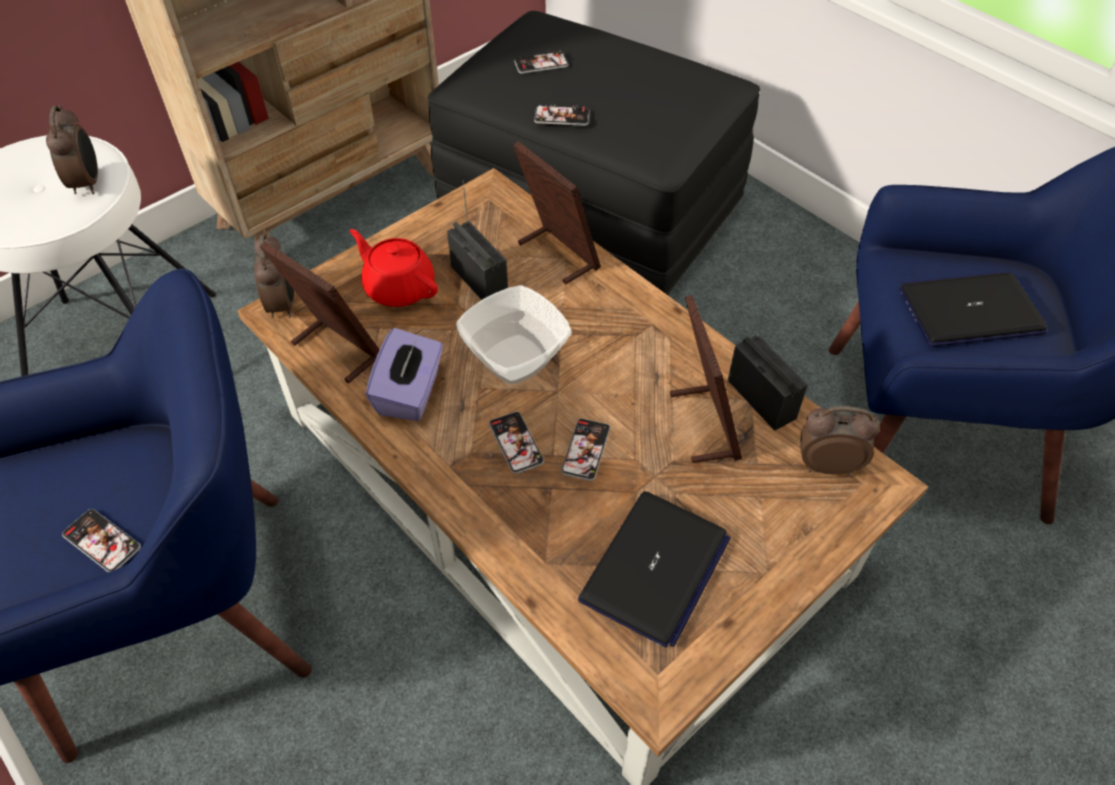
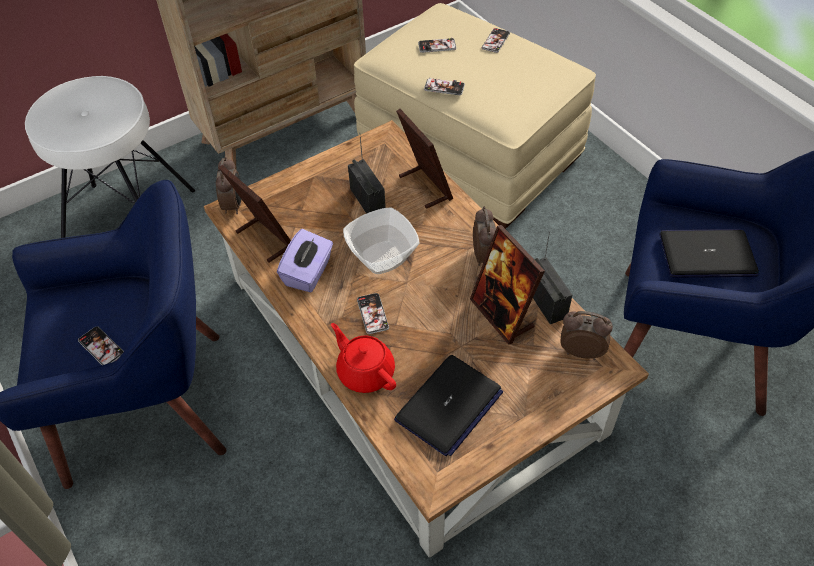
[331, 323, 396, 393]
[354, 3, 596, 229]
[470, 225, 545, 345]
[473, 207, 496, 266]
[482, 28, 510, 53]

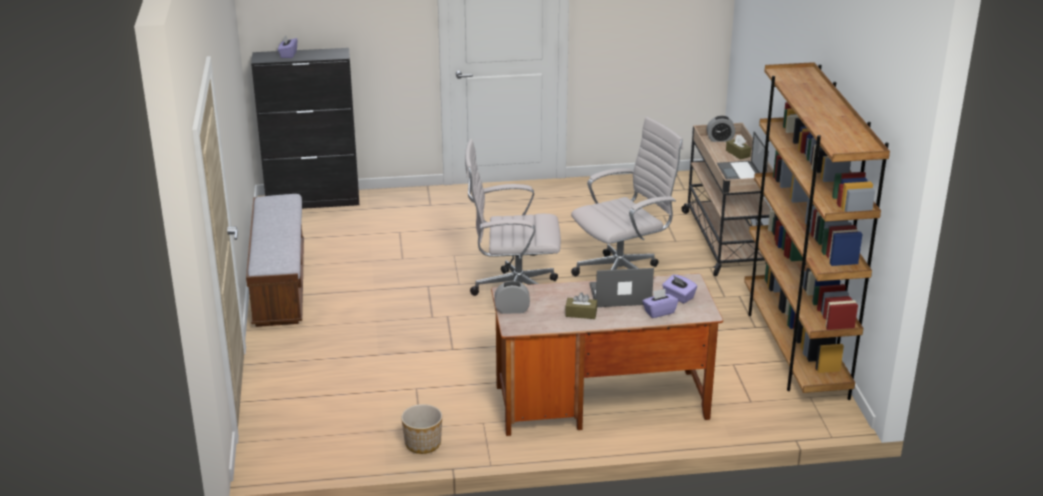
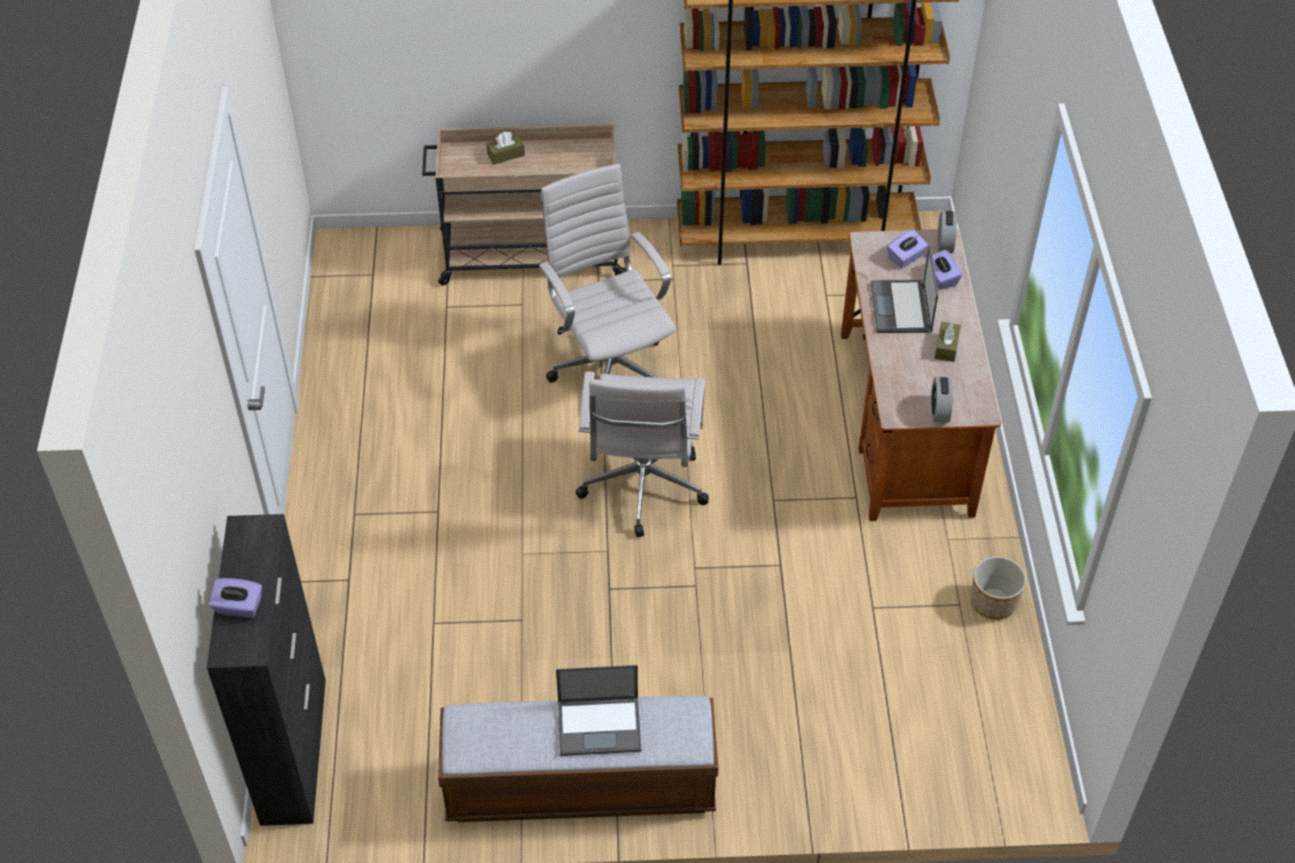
[556, 665, 641, 756]
[937, 211, 957, 253]

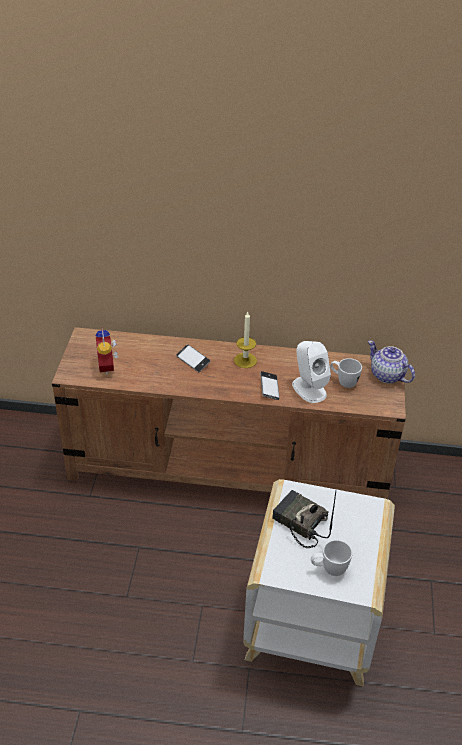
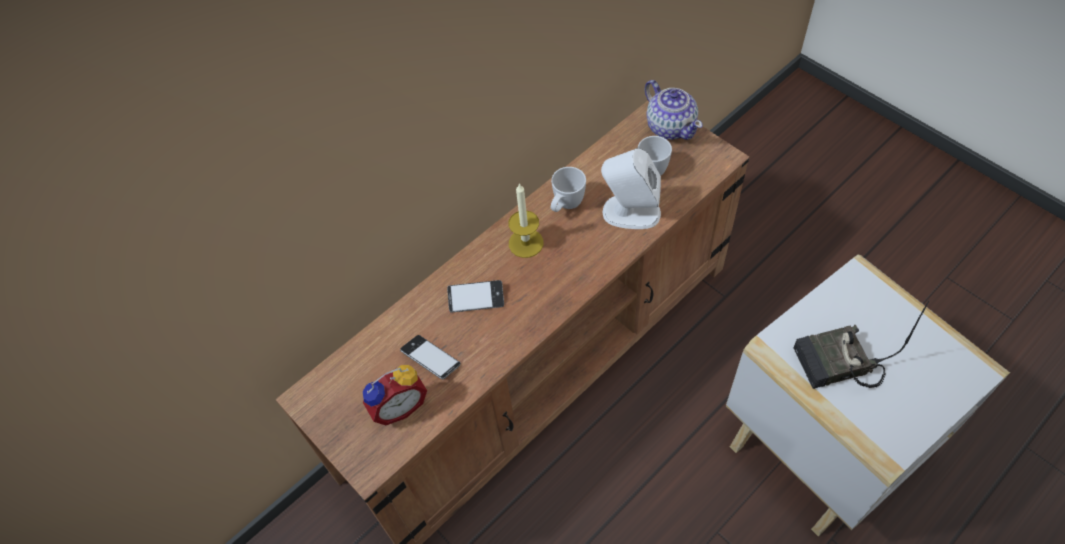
[363, 365, 427, 425]
[400, 335, 460, 379]
[551, 167, 586, 212]
[645, 80, 703, 140]

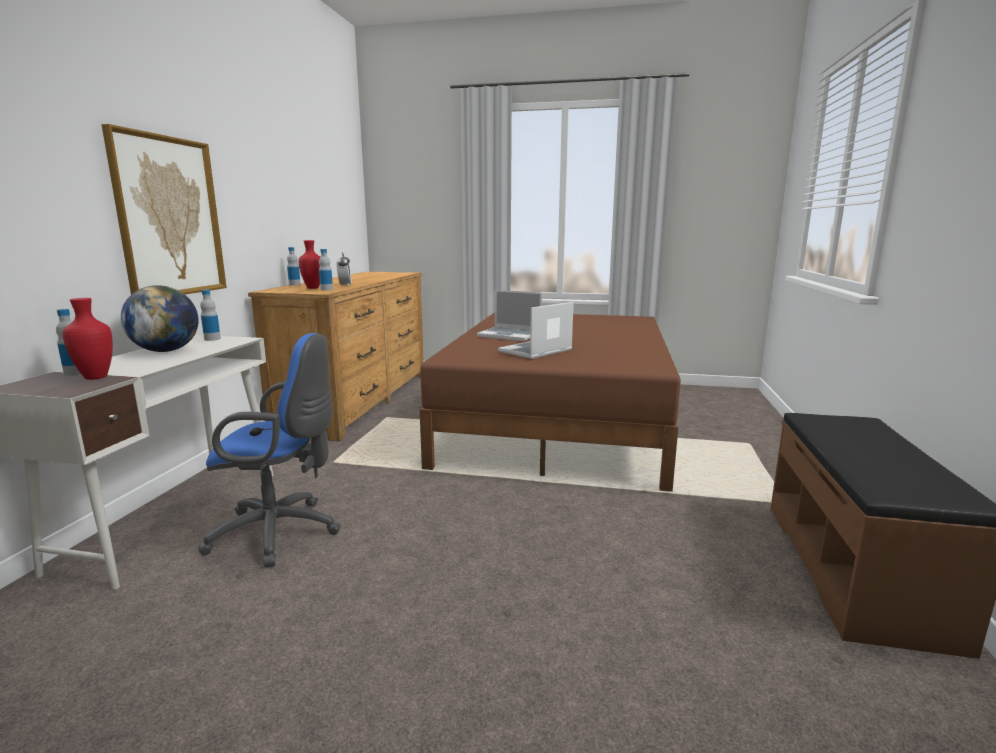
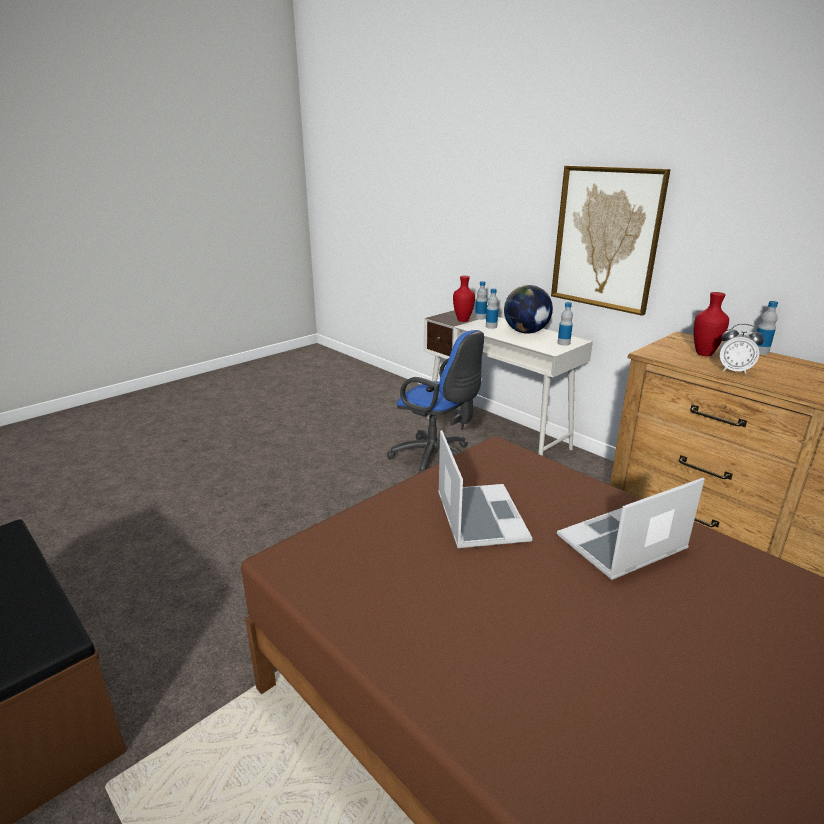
[387, 330, 484, 473]
[486, 288, 498, 329]

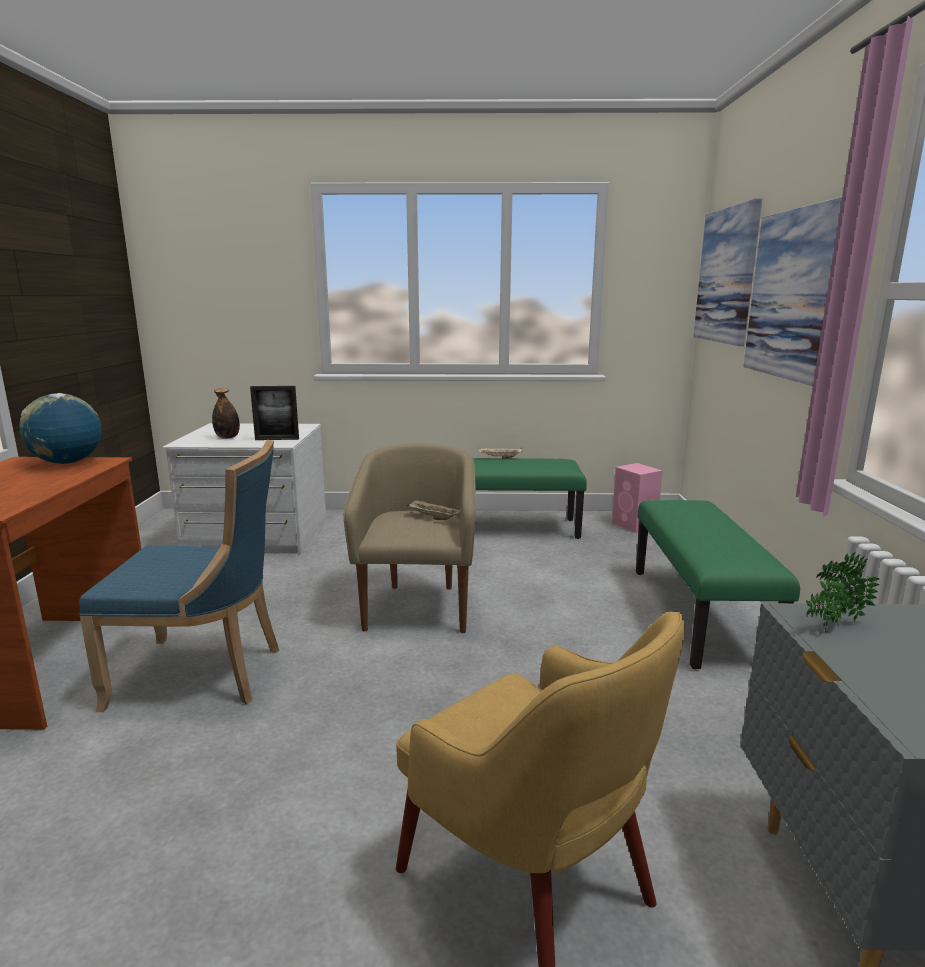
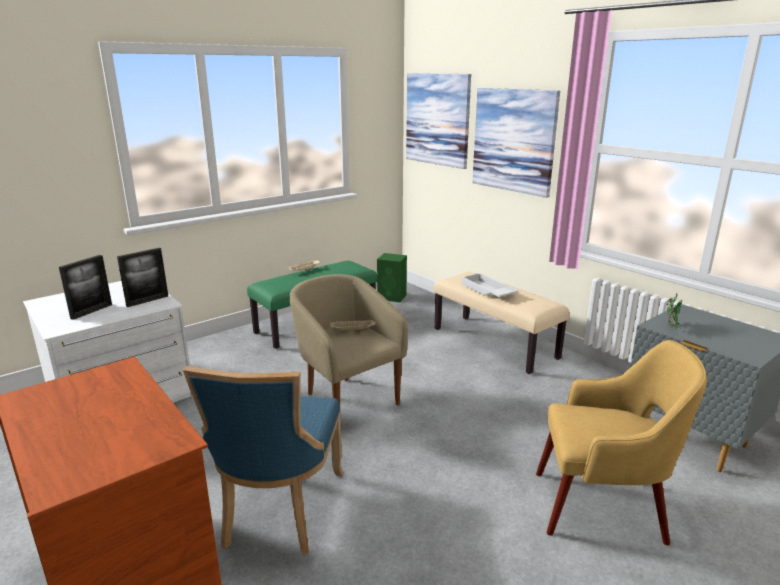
[59, 255, 112, 320]
[183, 366, 344, 556]
[377, 253, 407, 302]
[434, 272, 569, 374]
[461, 273, 519, 297]
[19, 393, 102, 464] (first image)

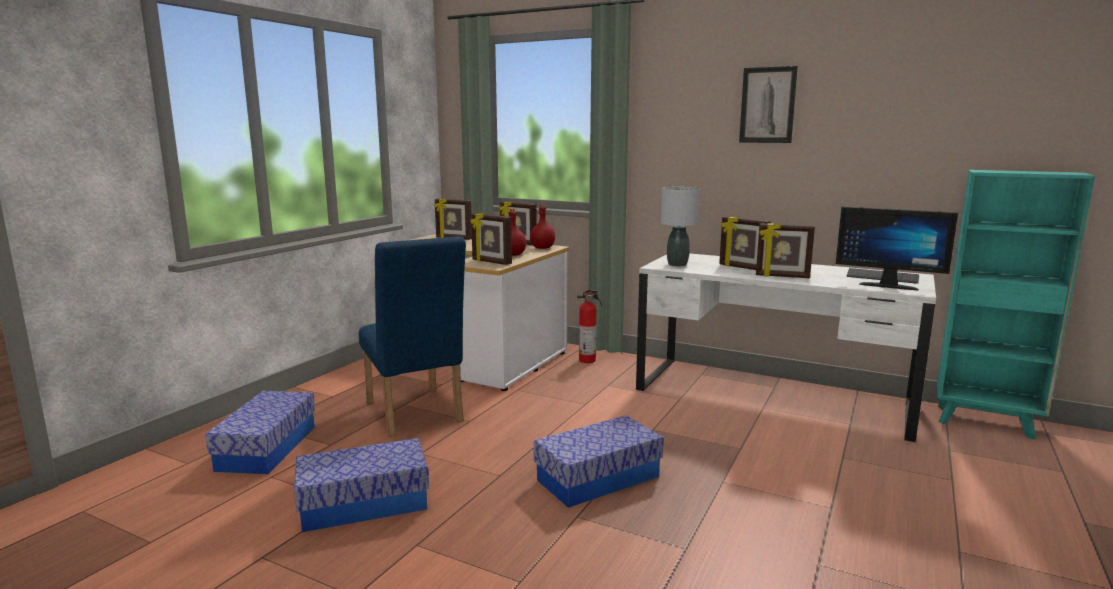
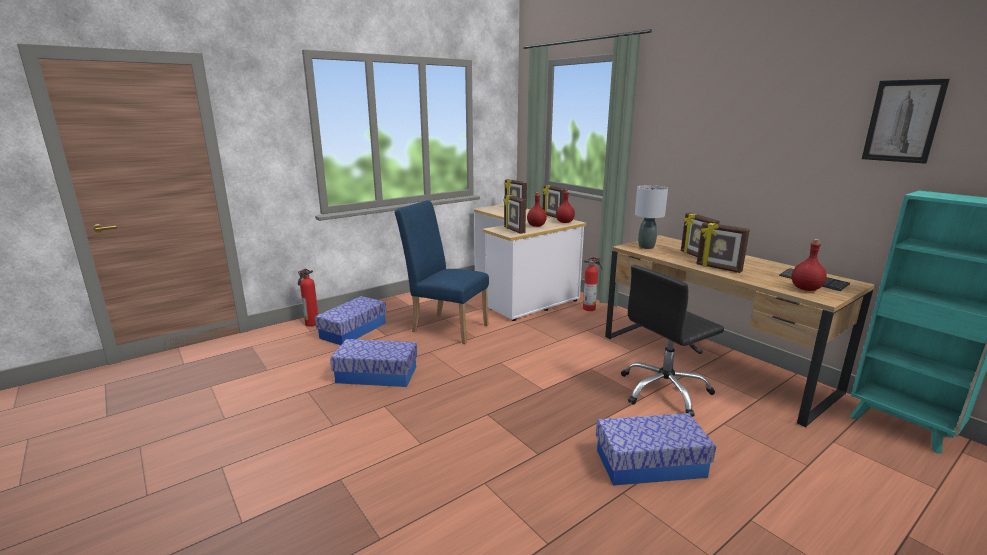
[298, 269, 318, 327]
[395, 200, 489, 344]
[596, 413, 716, 486]
[605, 235, 875, 427]
[621, 265, 724, 417]
[792, 239, 827, 291]
[862, 79, 950, 164]

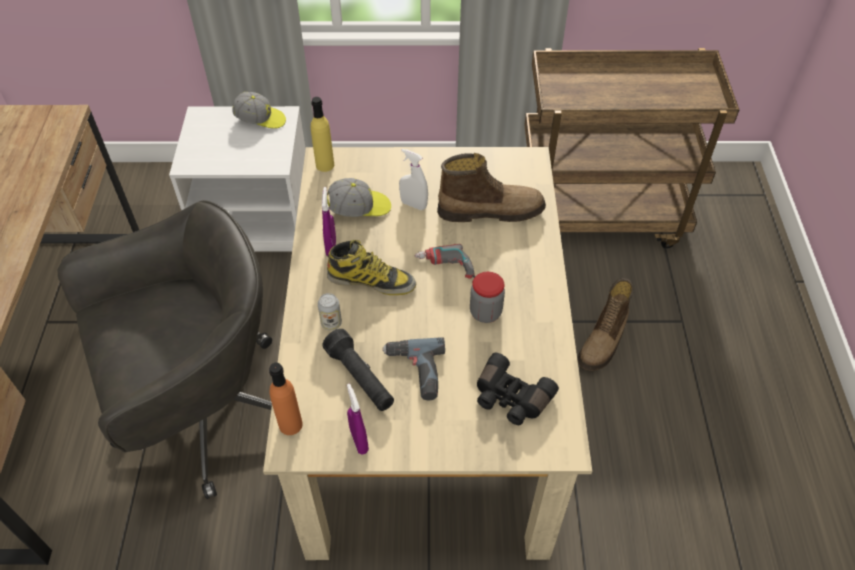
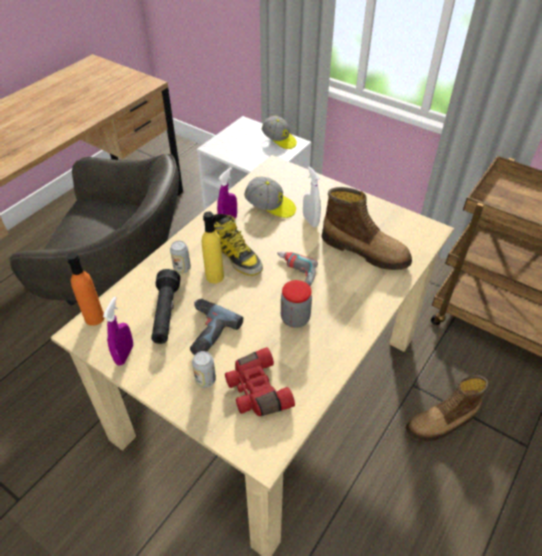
[192, 351, 216, 388]
[202, 211, 224, 283]
[225, 347, 295, 416]

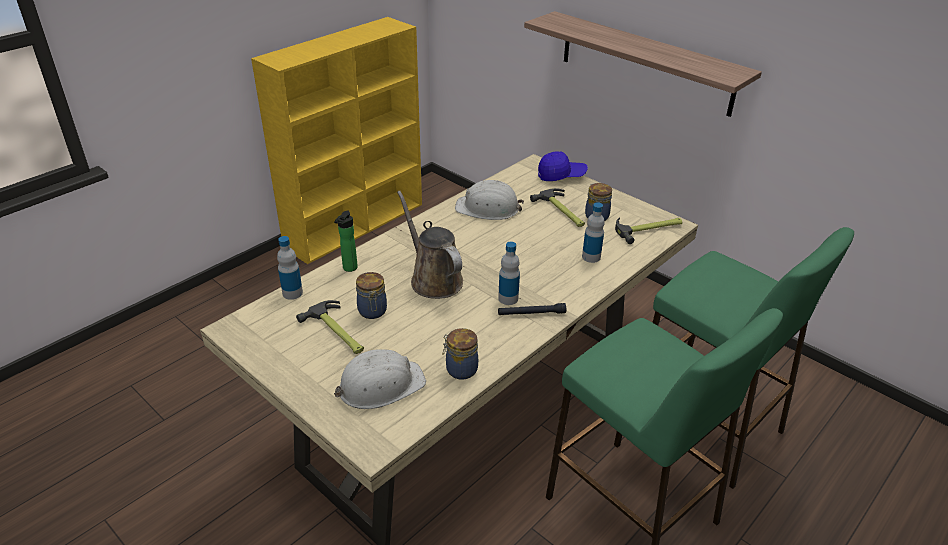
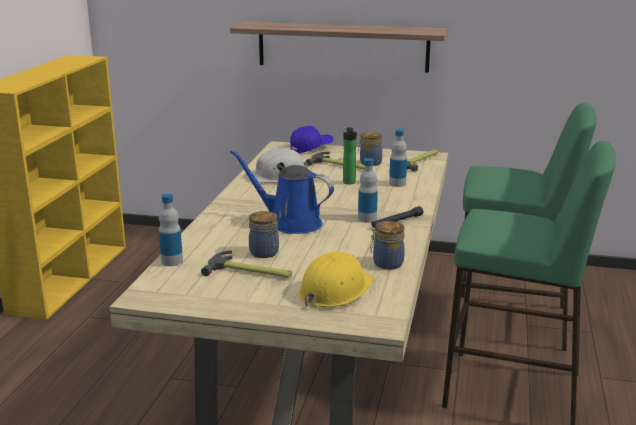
[230, 150, 334, 234]
[299, 252, 374, 307]
[343, 127, 357, 184]

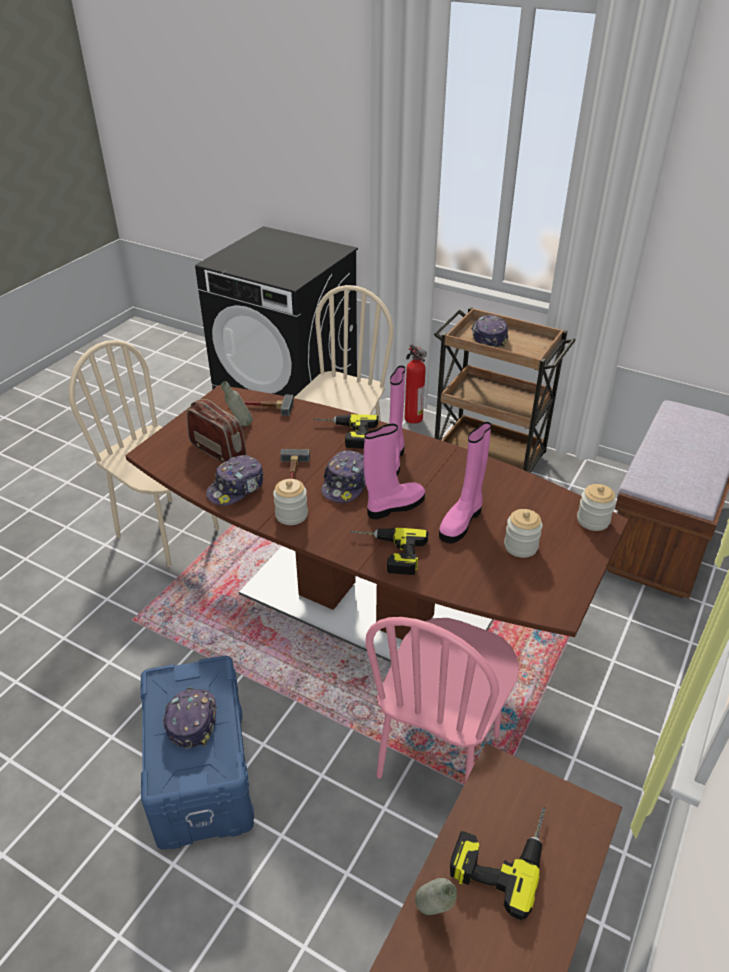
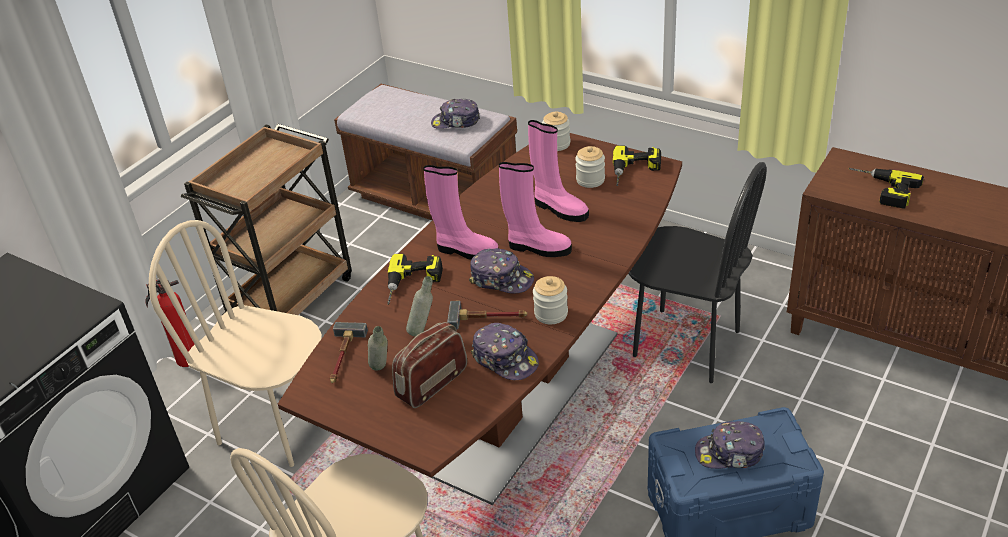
[406, 276, 433, 337]
[431, 99, 480, 129]
[499, 162, 572, 257]
[613, 145, 661, 186]
[628, 162, 767, 383]

